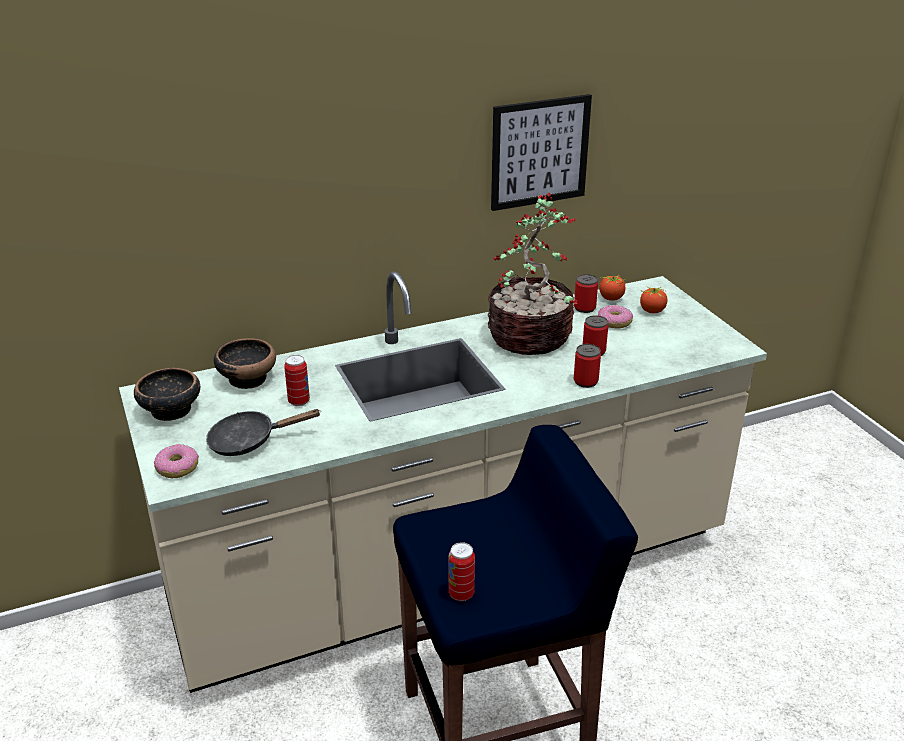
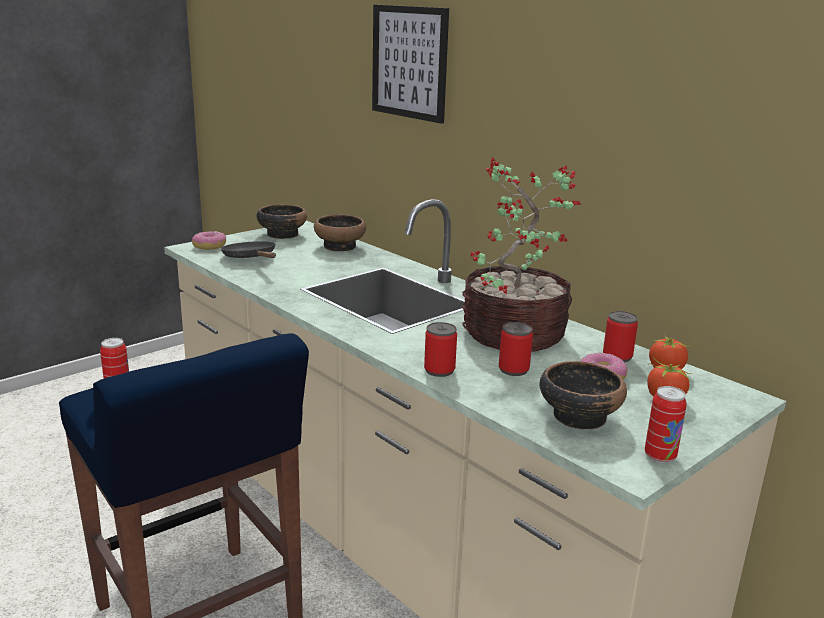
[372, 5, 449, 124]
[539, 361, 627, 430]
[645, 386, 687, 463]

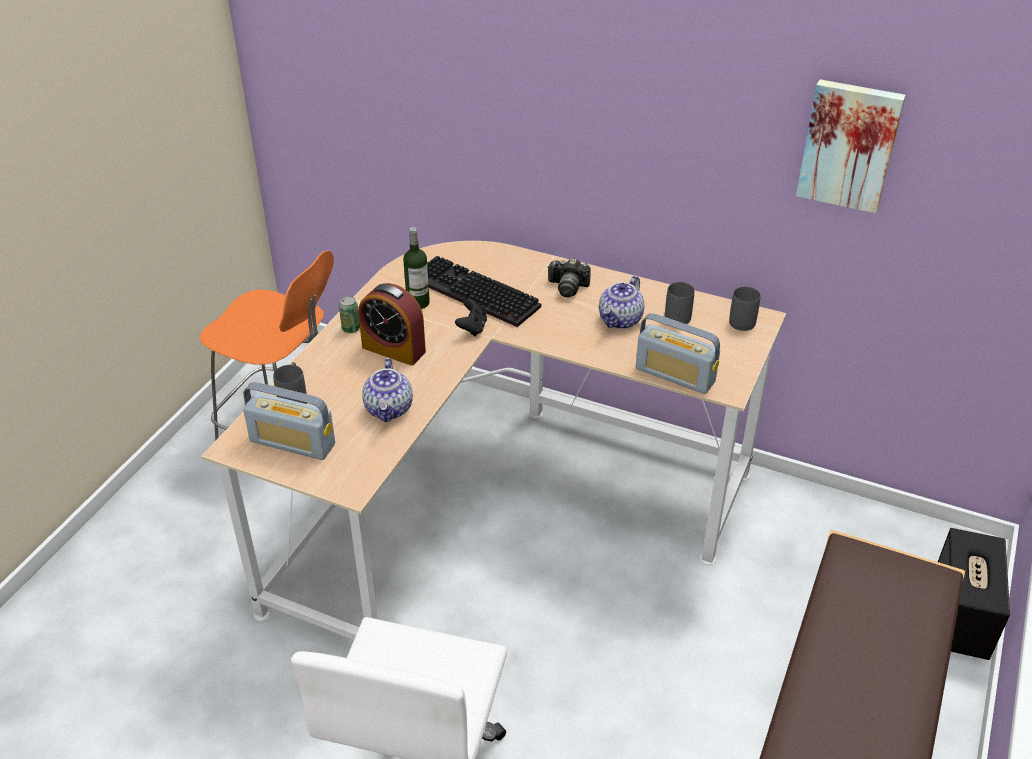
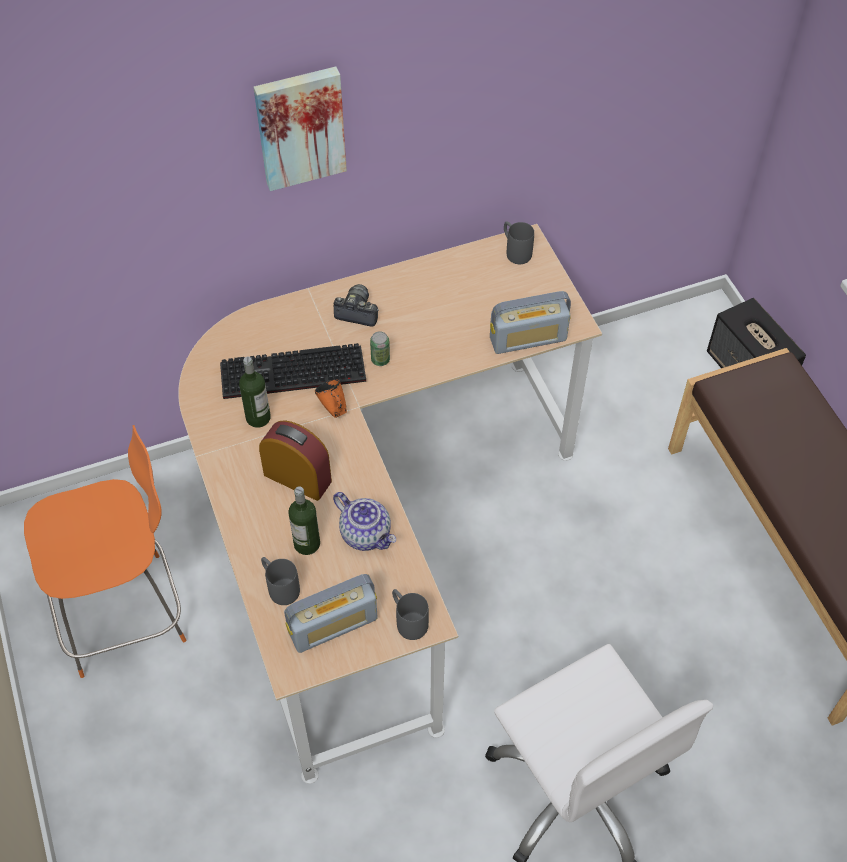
[253, 67, 347, 191]
[259, 420, 332, 501]
[288, 486, 320, 555]
[315, 380, 347, 418]
[334, 284, 379, 327]
[370, 331, 390, 366]
[392, 589, 429, 640]
[599, 276, 644, 329] (first image)

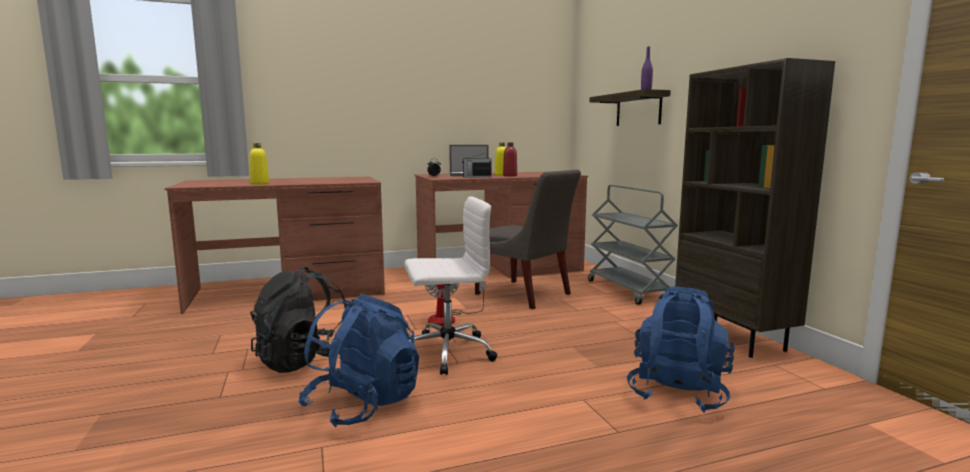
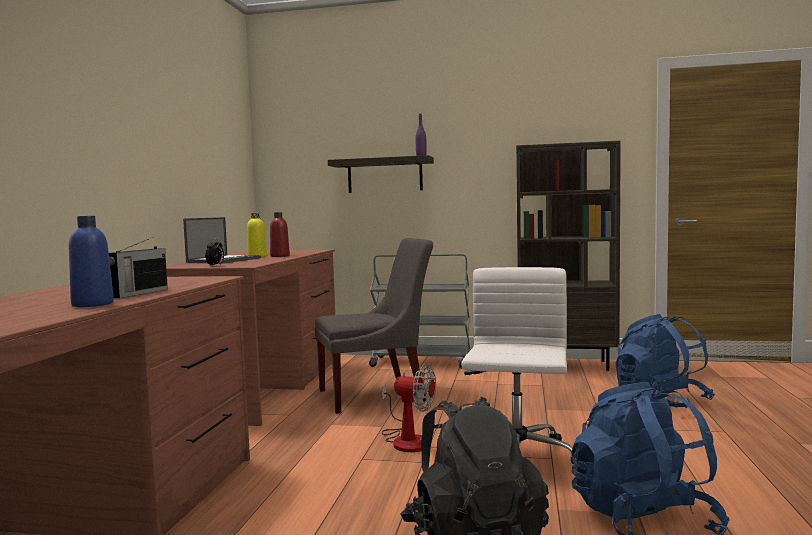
[69, 216, 114, 307]
[109, 237, 168, 298]

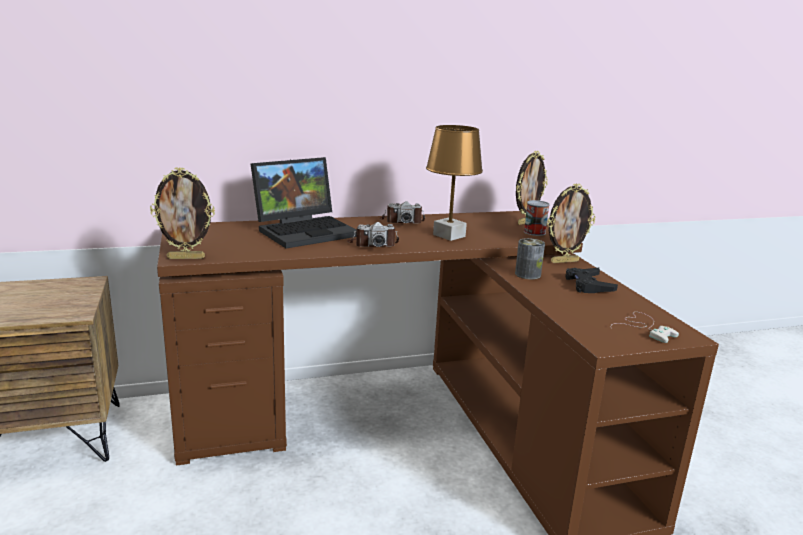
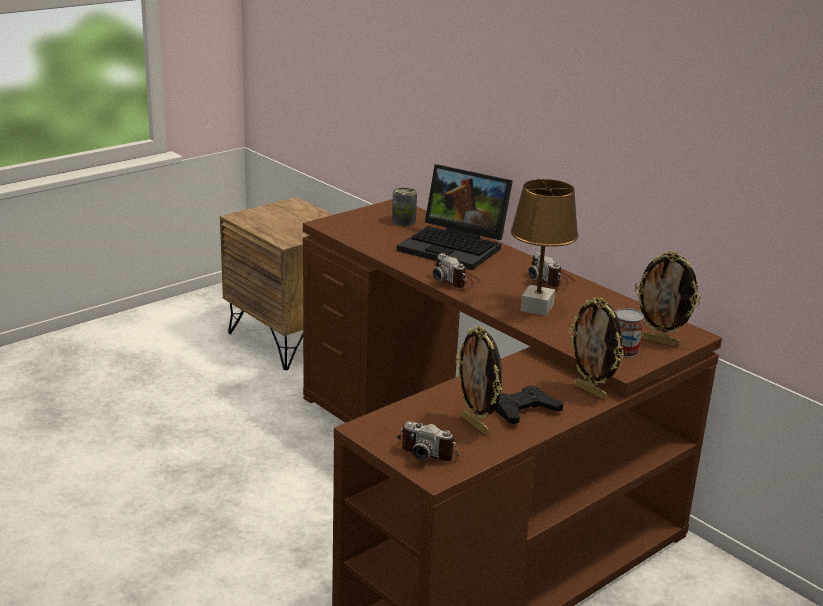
[392, 188, 417, 226]
[397, 421, 459, 461]
[456, 326, 502, 435]

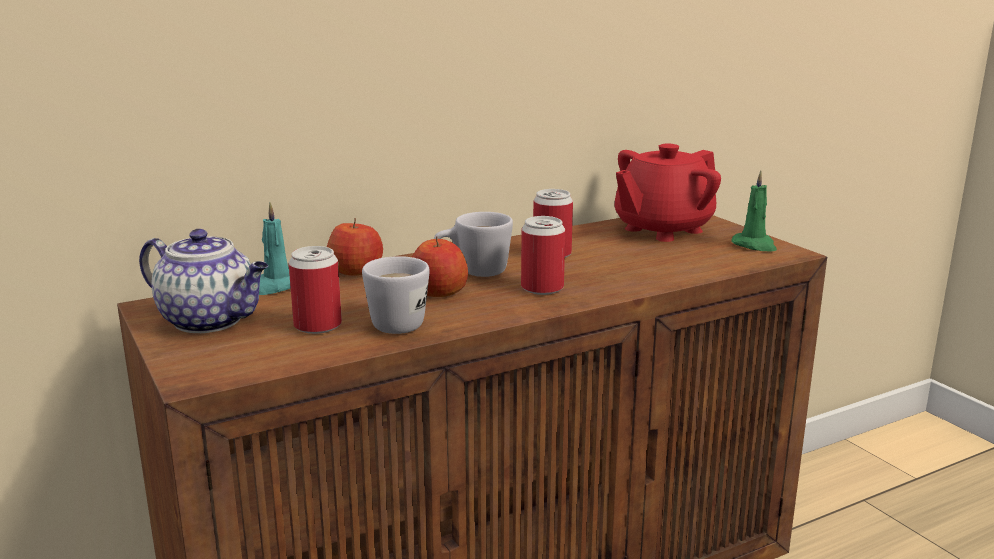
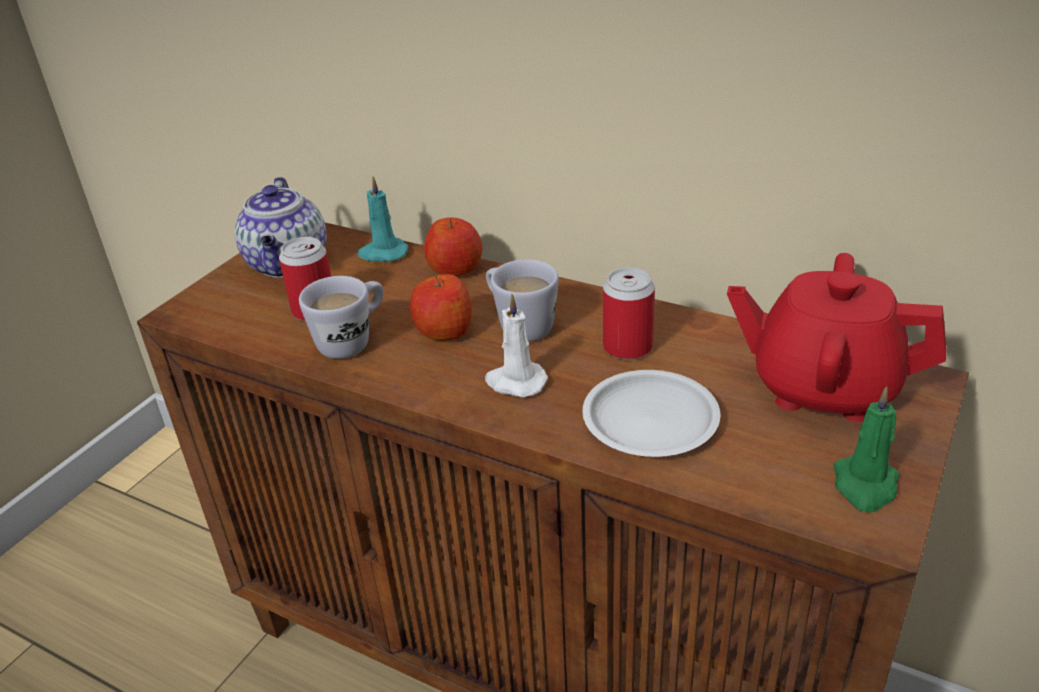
[485, 294, 548, 397]
[583, 370, 720, 457]

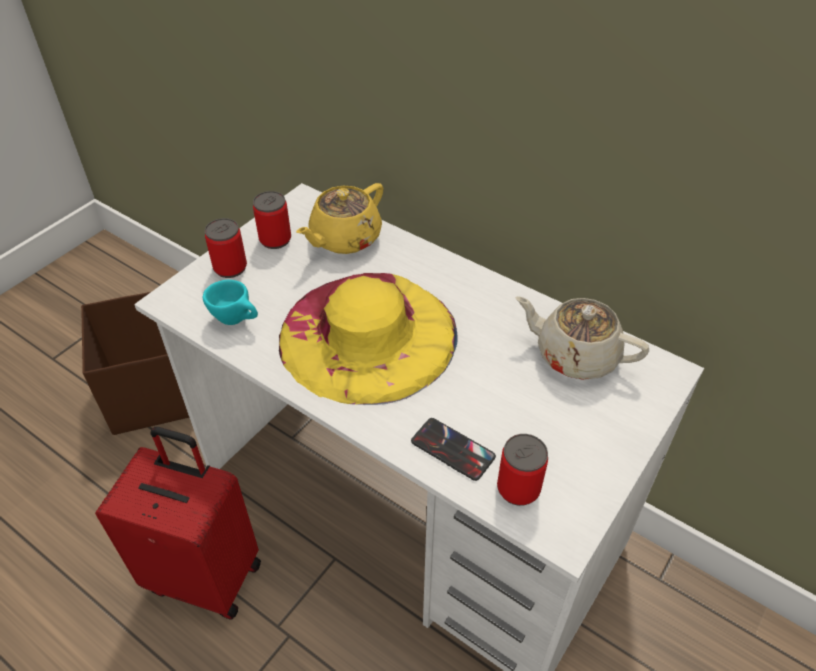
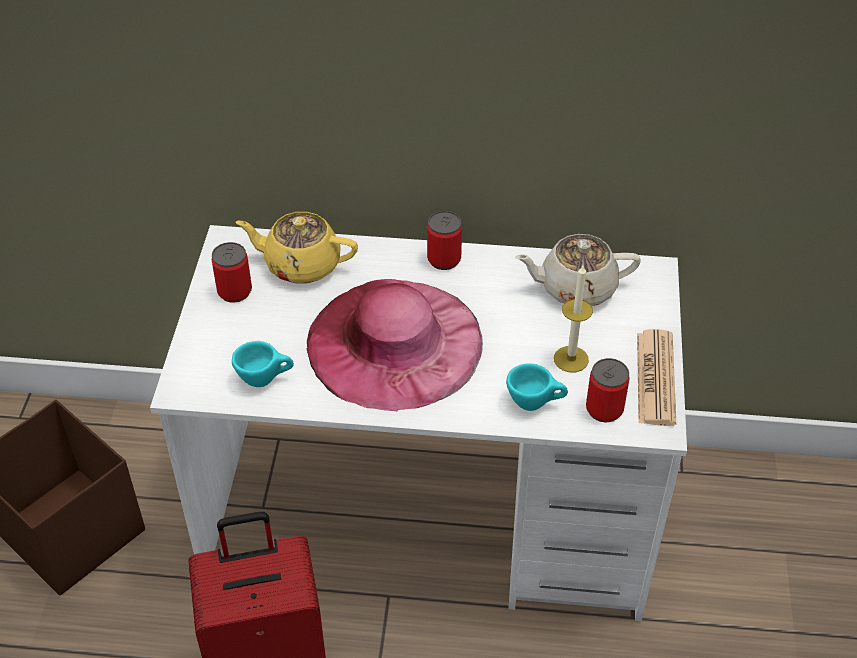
[236, 212, 358, 283]
[307, 279, 483, 411]
[427, 211, 462, 270]
[506, 364, 568, 411]
[554, 265, 593, 372]
[637, 329, 676, 426]

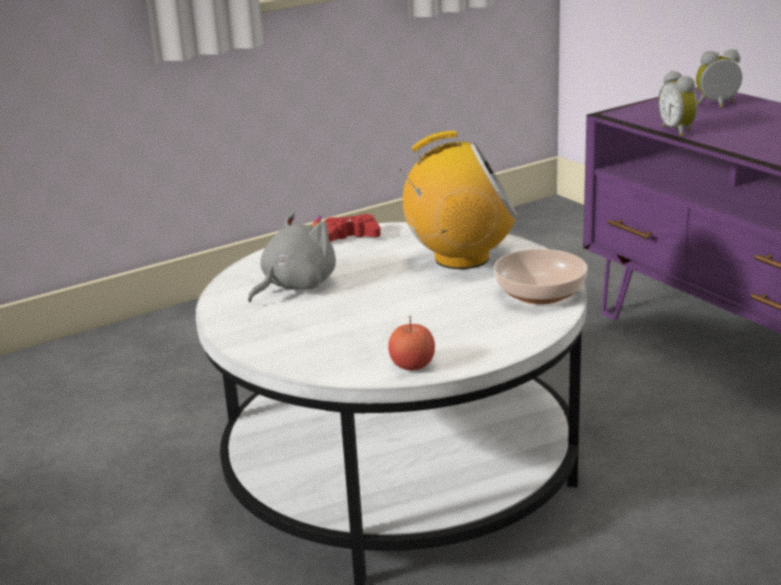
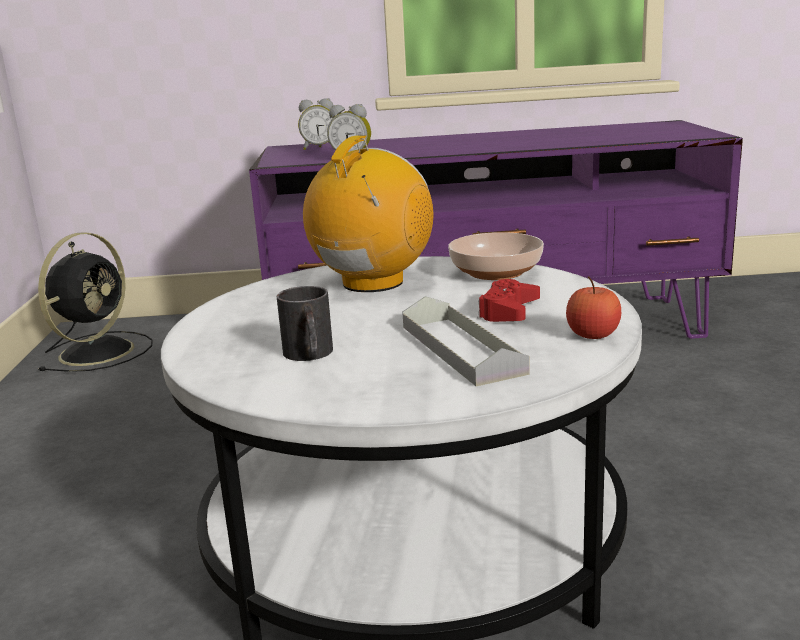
[38, 232, 153, 372]
[277, 286, 333, 361]
[298, 98, 334, 150]
[402, 296, 530, 386]
[478, 279, 540, 322]

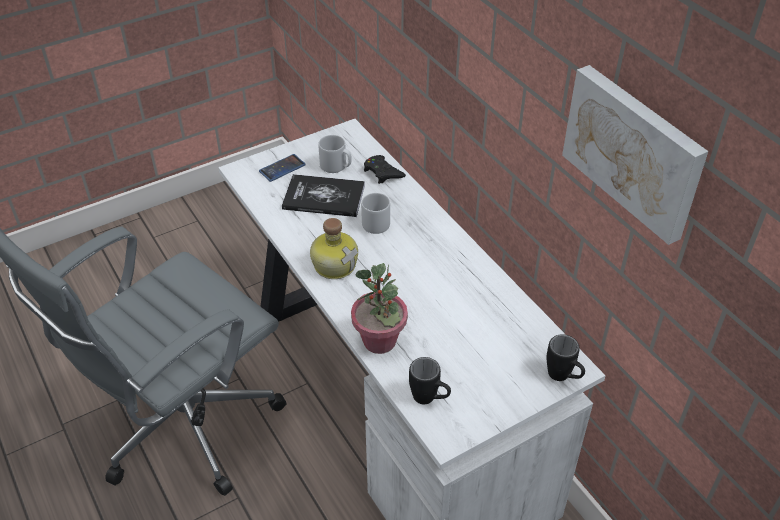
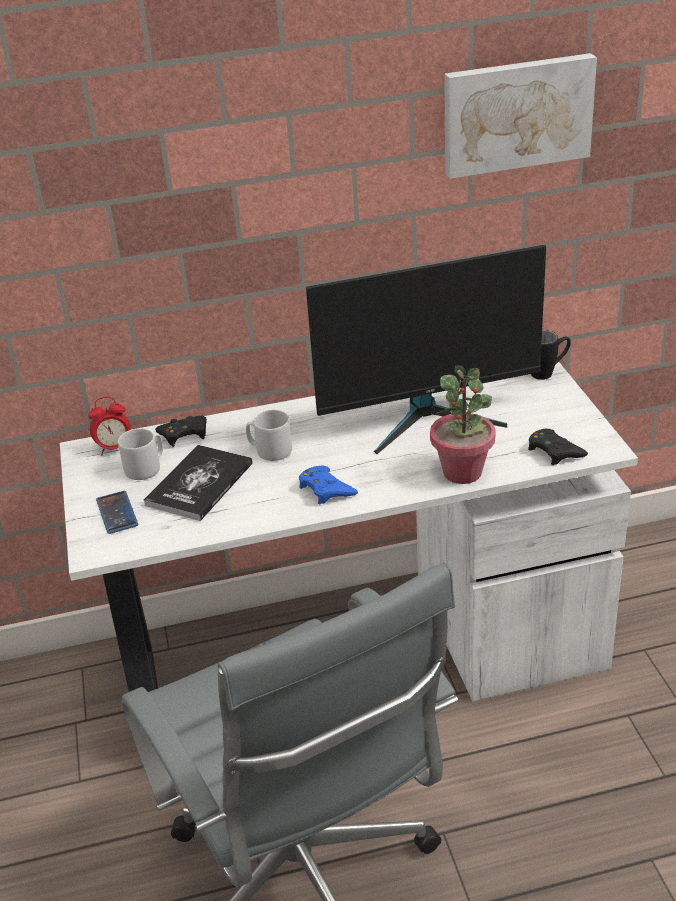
[88, 397, 130, 456]
[299, 466, 358, 504]
[306, 245, 546, 454]
[528, 429, 588, 465]

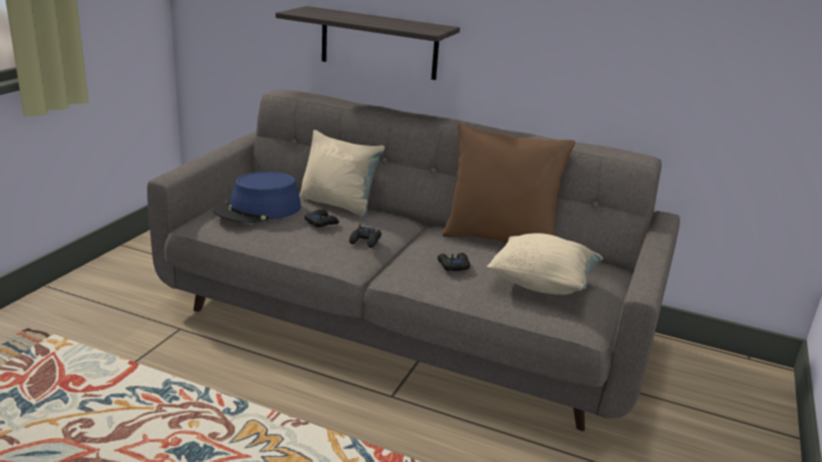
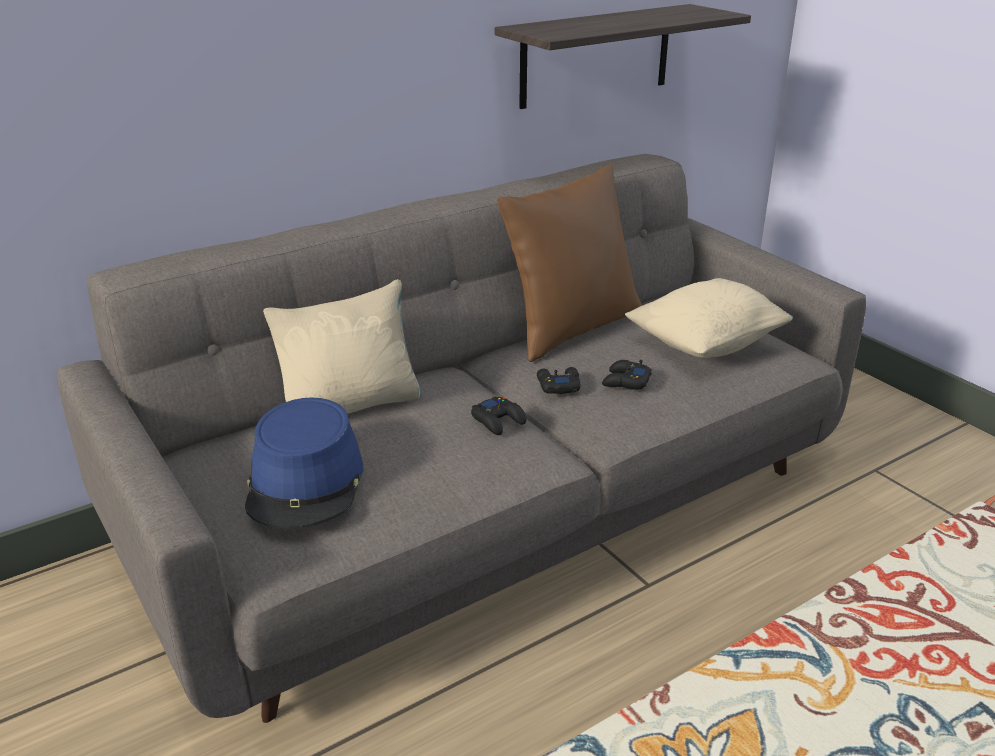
[495, 4, 751, 109]
[537, 367, 581, 394]

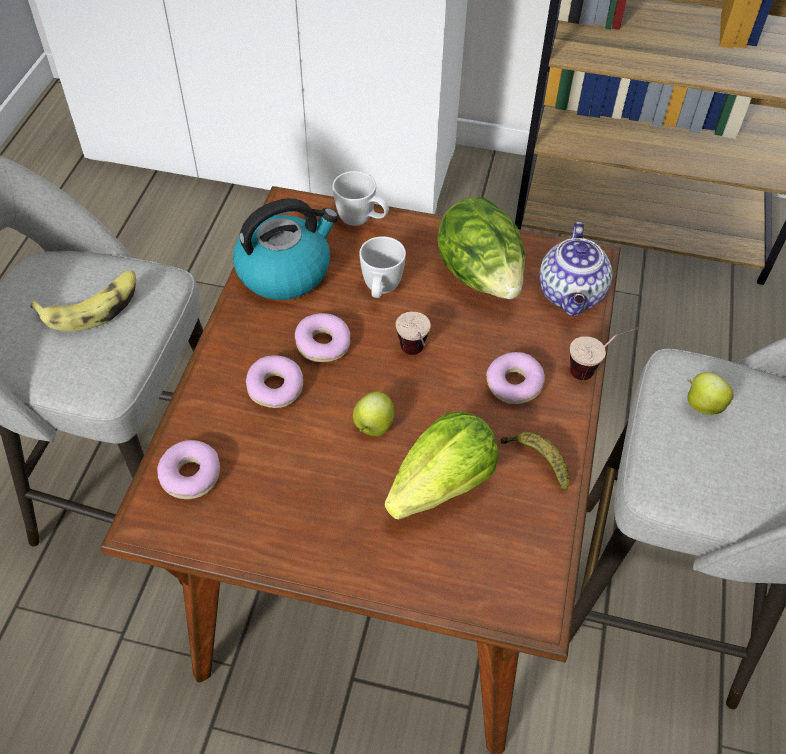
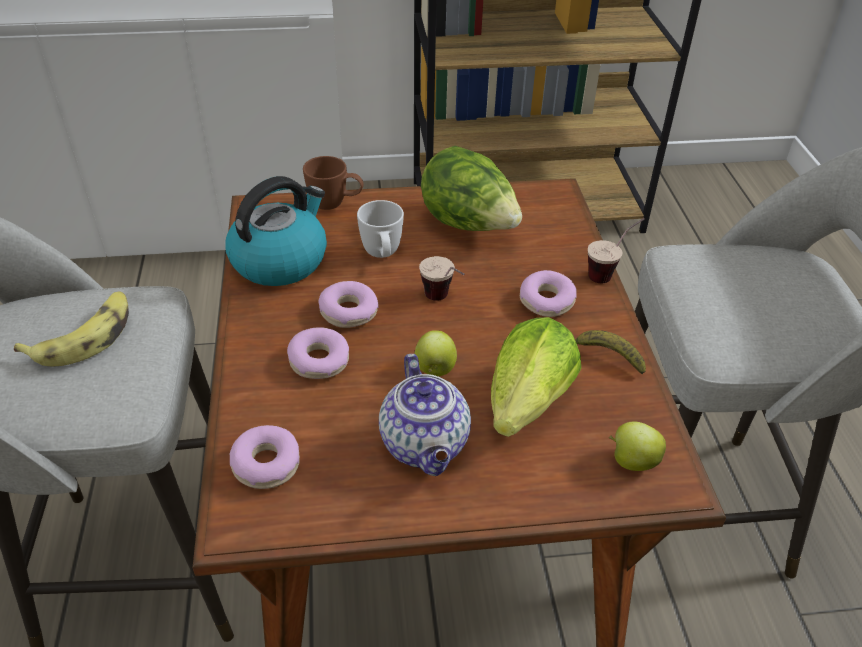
[303, 156, 364, 210]
[379, 354, 471, 476]
[609, 421, 666, 471]

